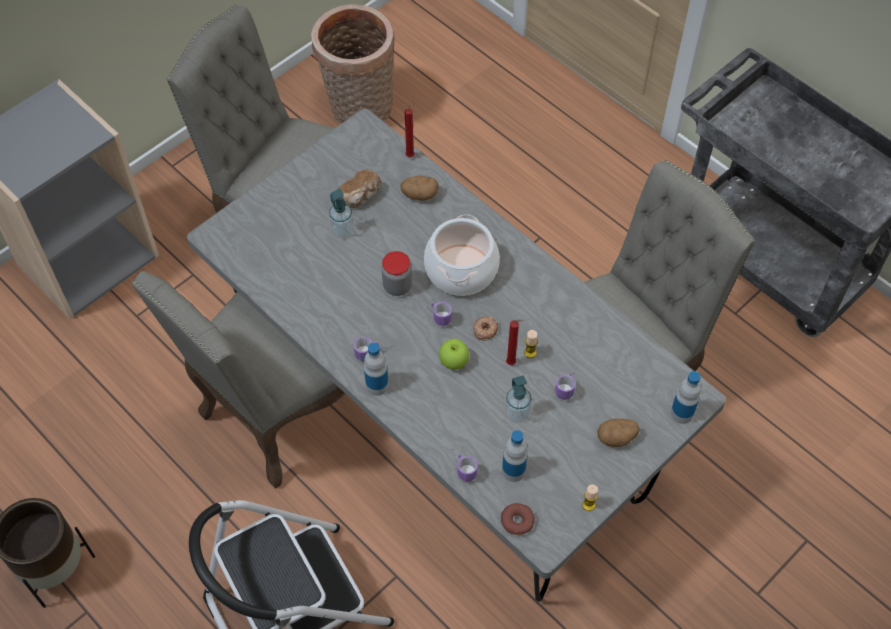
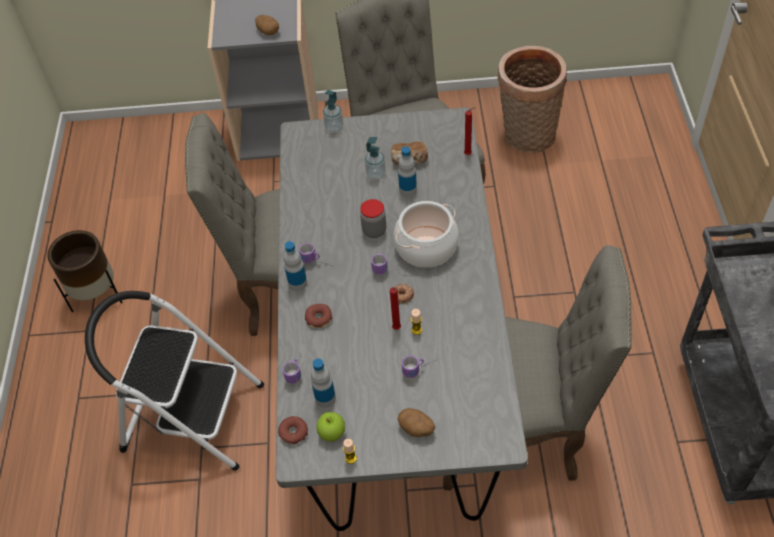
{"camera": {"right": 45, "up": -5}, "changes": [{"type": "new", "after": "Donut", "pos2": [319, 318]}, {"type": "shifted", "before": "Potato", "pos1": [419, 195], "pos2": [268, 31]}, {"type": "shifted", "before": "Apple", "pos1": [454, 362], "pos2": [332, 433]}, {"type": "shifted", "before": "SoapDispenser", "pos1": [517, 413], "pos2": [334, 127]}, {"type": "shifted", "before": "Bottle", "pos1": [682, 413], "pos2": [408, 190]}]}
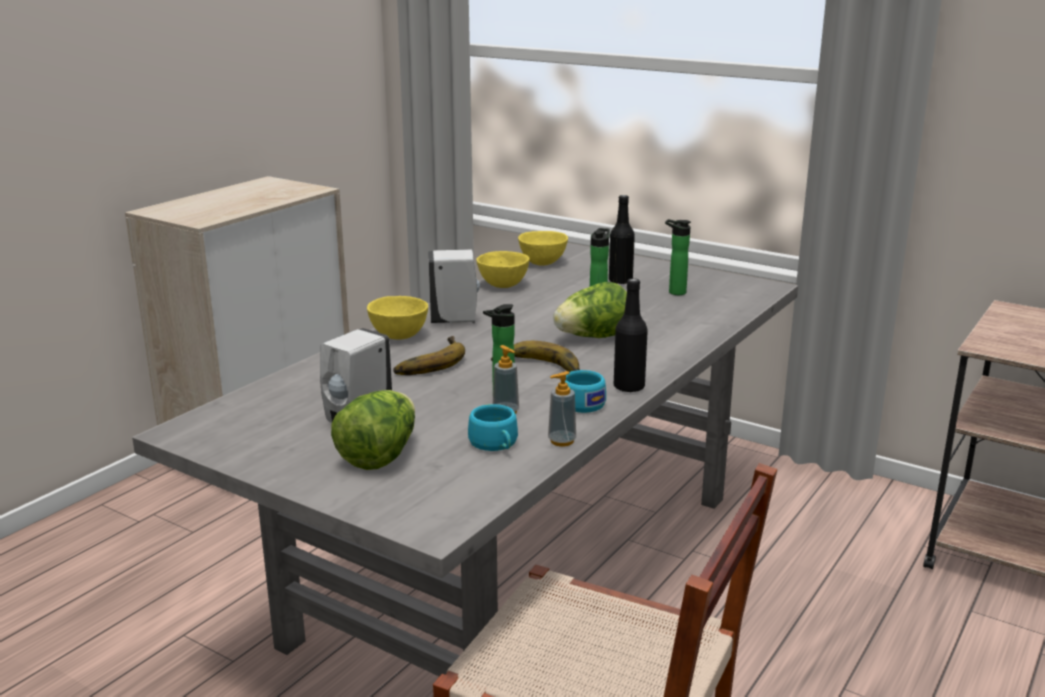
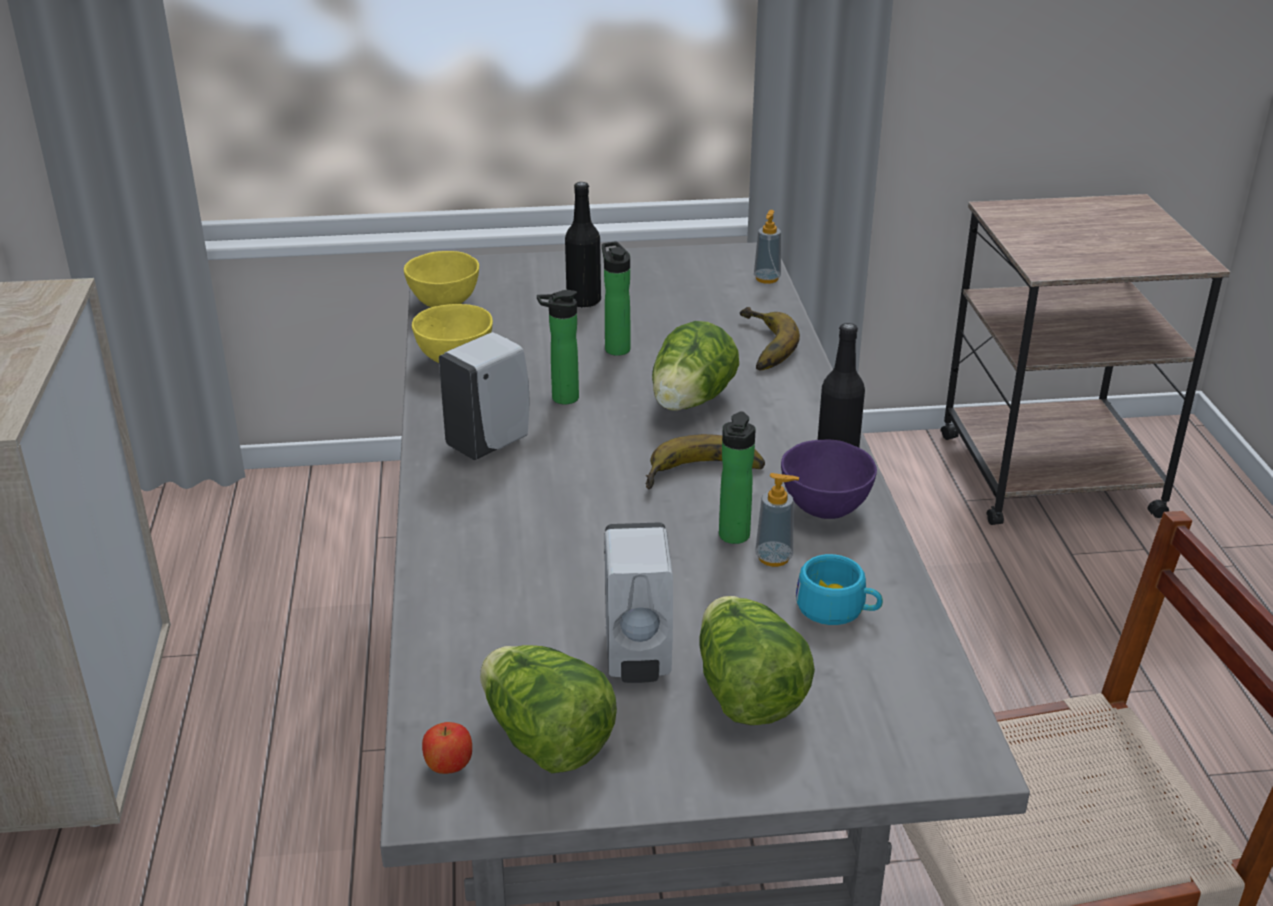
{"camera": {"right": -40, "up": 10}, "changes": [{"type": "gone", "before": "YellowBowl", "pos1": [398, 336]}, {"type": "new", "after": "Apple", "pos2": [448, 767]}, {"type": "new", "after": "Lettuce", "pos2": [545, 740]}, {"type": "shifted", "before": "Banana", "pos1": [427, 362], "pos2": [758, 346]}, {"type": "shifted", "before": "SoapDispenser", "pos1": [561, 441], "pos2": [767, 279]}, {"type": "shifted", "before": "Bottle", "pos1": [674, 292], "pos2": [561, 398]}, {"type": "swapped", "before": "TurquoiseCup", "after": "PurpleBowl", "pos1": [579, 403], "pos2": [825, 507]}]}
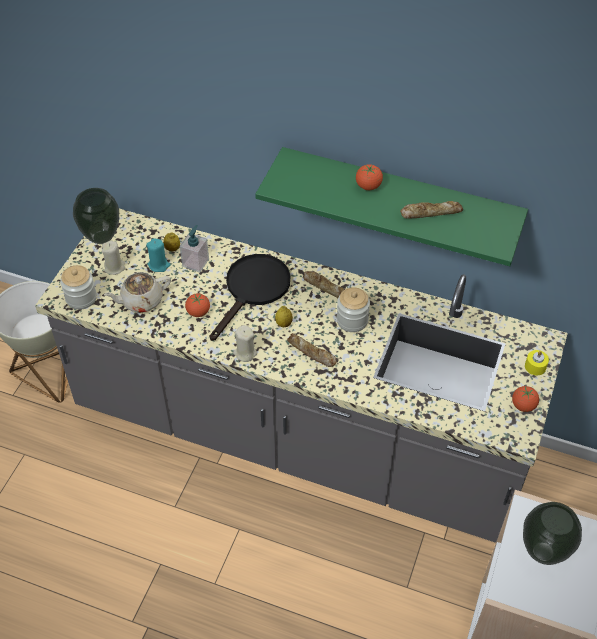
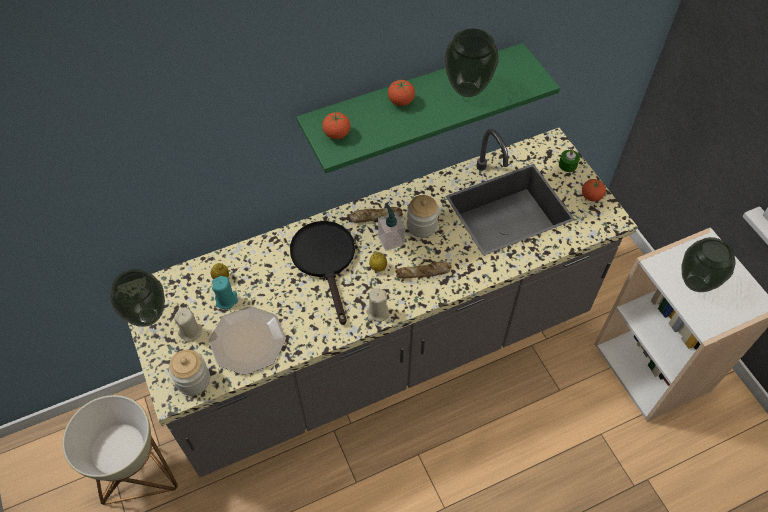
{"camera": {"right": -45, "up": 5}, "changes": [{"type": "shifted", "before": "SoapDispenser", "pos1": [195, 262], "pos2": [391, 240]}, {"type": "shifted", "before": "Tomato", "pos1": [198, 312], "pos2": [337, 134]}, {"type": "swapped", "before": "BeigeTeapot", "after": "Plate", "pos1": [141, 301], "pos2": [247, 340]}, {"type": "swapped", "before": "Bread", "after": "Vase", "pos1": [430, 212], "pos2": [467, 90]}, {"type": "repainted", "before": "YellowCandle", "after": "GreenCandle", "pos1": [535, 366], "pos2": [567, 165]}]}
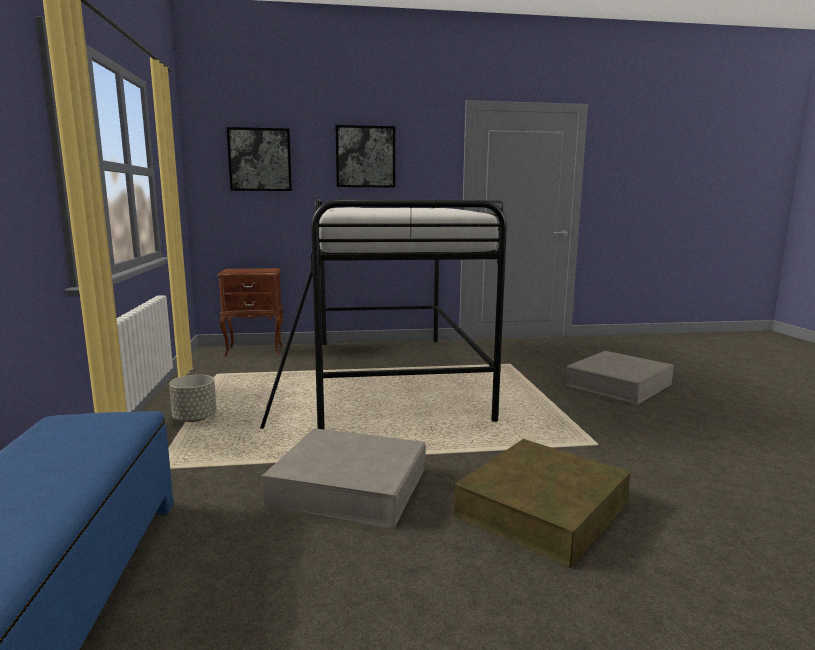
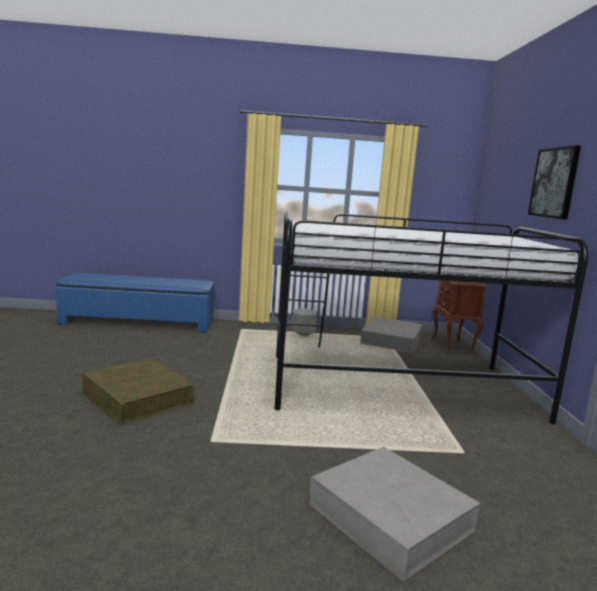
{"camera": {"right": 95, "up": 0}, "changes": [{"type": "gone", "before": "Picture", "pos1": [260, 160]}, {"type": "shifted", "before": "GreyStorageBox", "pos1": [349, 487], "pos2": [391, 340]}]}
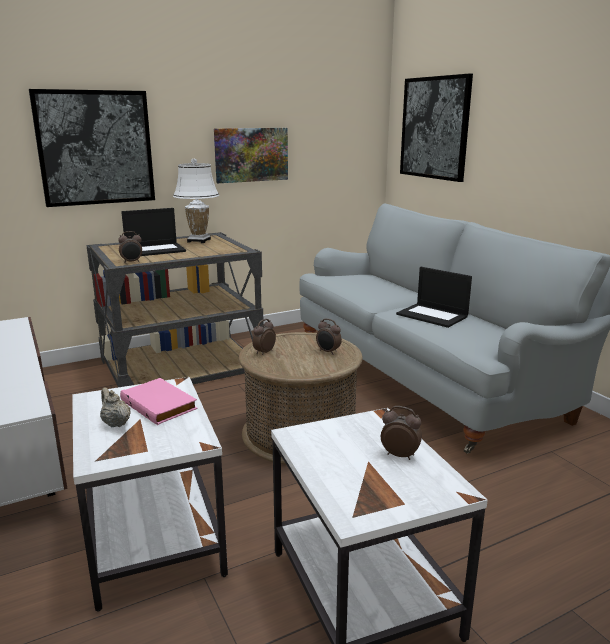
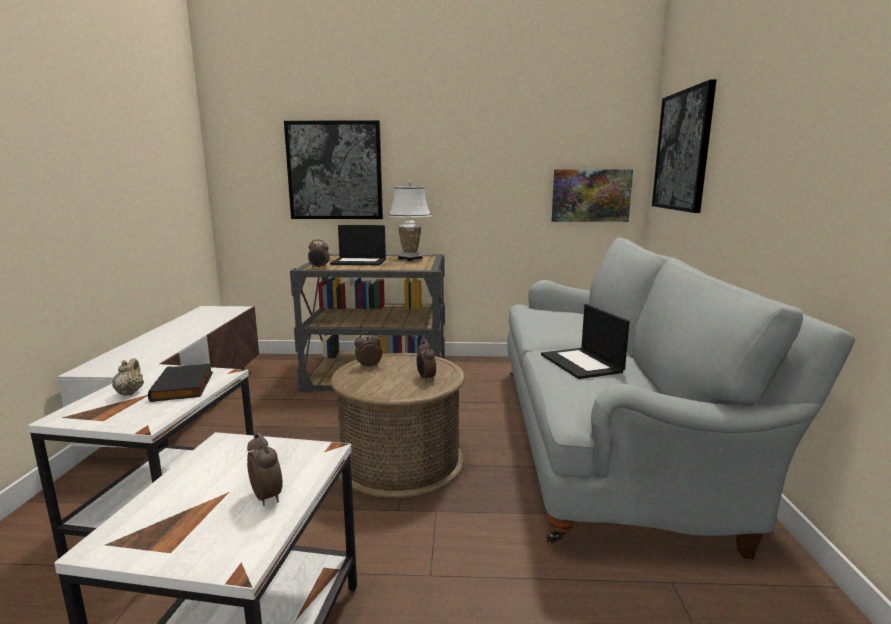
{"camera": {"right": 30, "up": -5}, "changes": [{"type": "shifted", "before": "Picture", "pos1": [251, 154], "pos2": [591, 195]}, {"type": "repainted", "before": "PinkBook", "after": "BlackBook", "pos1": [160, 404], "pos2": [185, 386]}]}
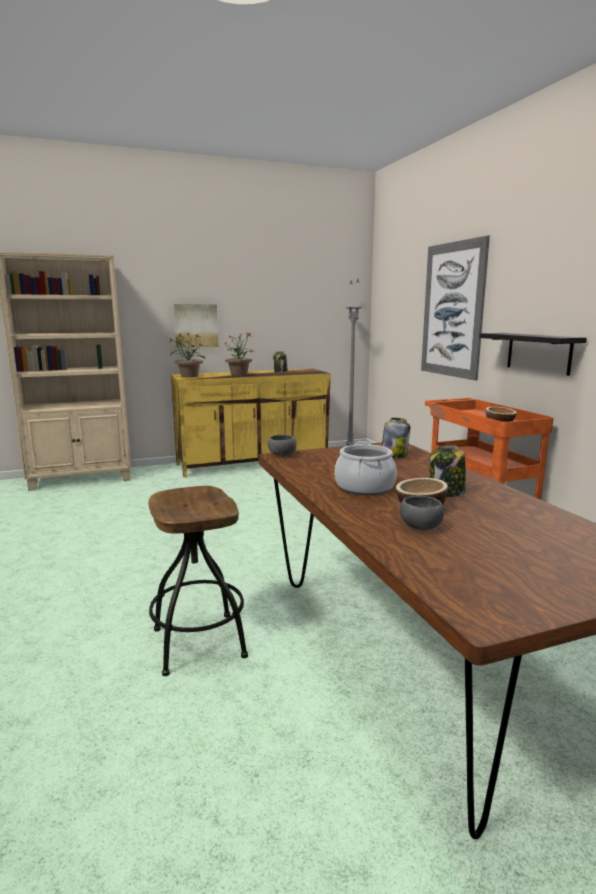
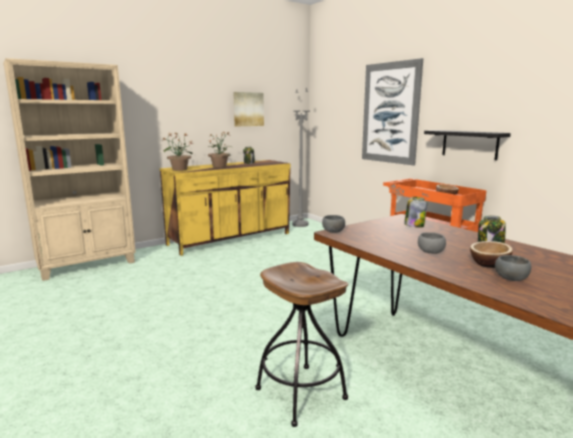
{"camera": {"right": -15, "up": 0}, "changes": [{"type": "shifted", "before": "Picture", "pos1": [196, 325], "pos2": [248, 109]}, {"type": "swapped", "before": "CookingPot", "after": "GreyBowl", "pos1": [364, 487], "pos2": [430, 252]}]}
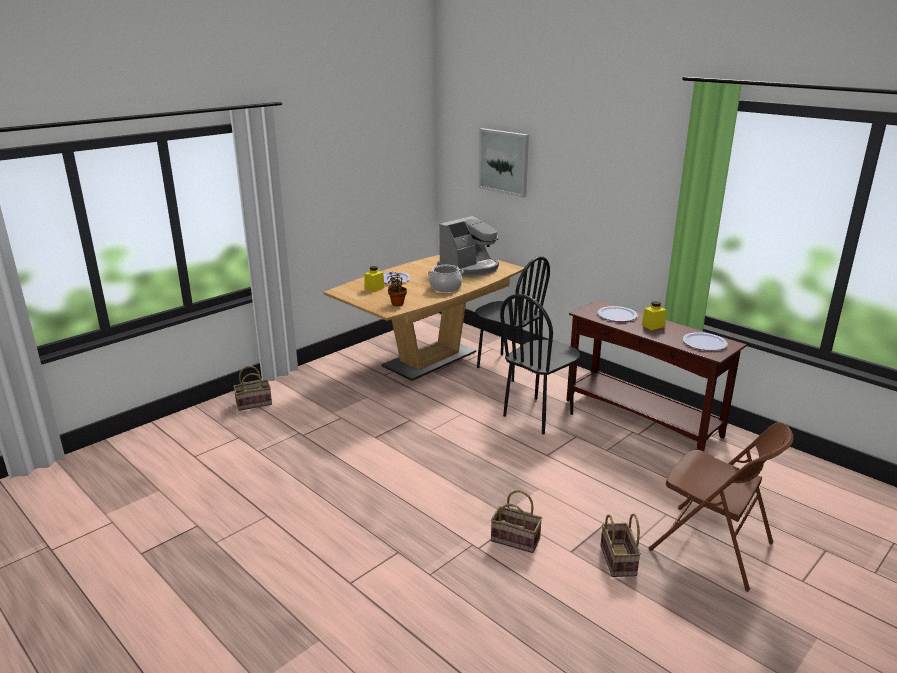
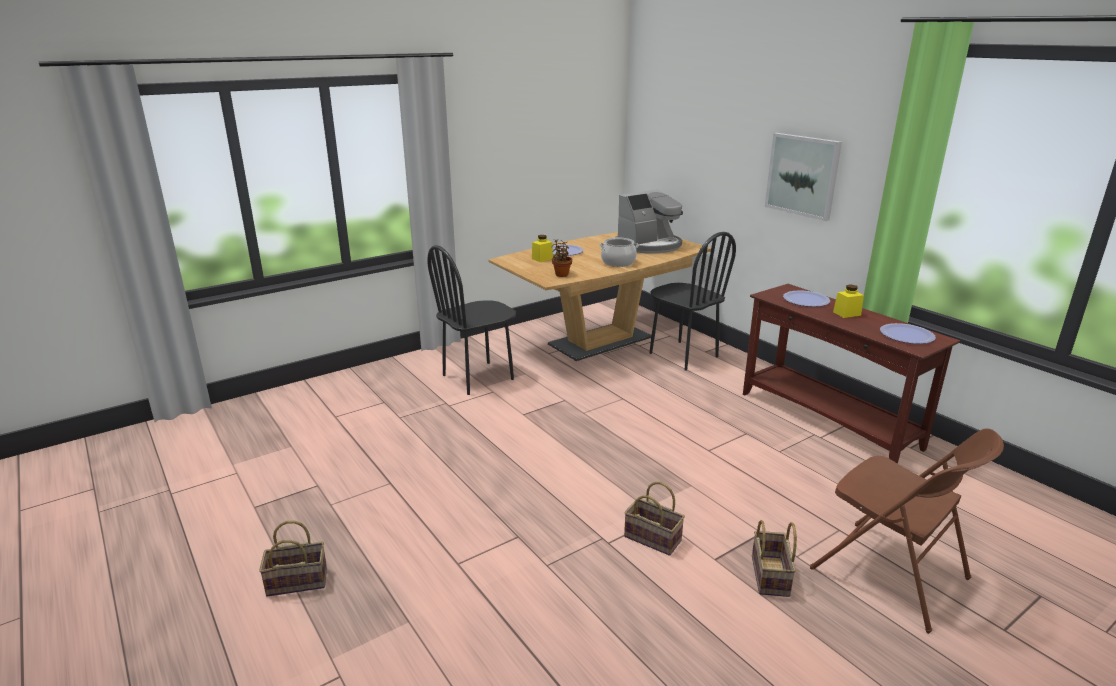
{"camera": {"right": 10, "up": 0}, "changes": [{"type": "shifted", "before": "Basket", "pos1": [254, 403], "pos2": [299, 581]}, {"type": "shifted", "before": "Picture", "pos1": [504, 162], "pos2": [802, 175]}, {"type": "shifted", "before": "BlackChair", "pos1": [538, 415], "pos2": [478, 377]}]}
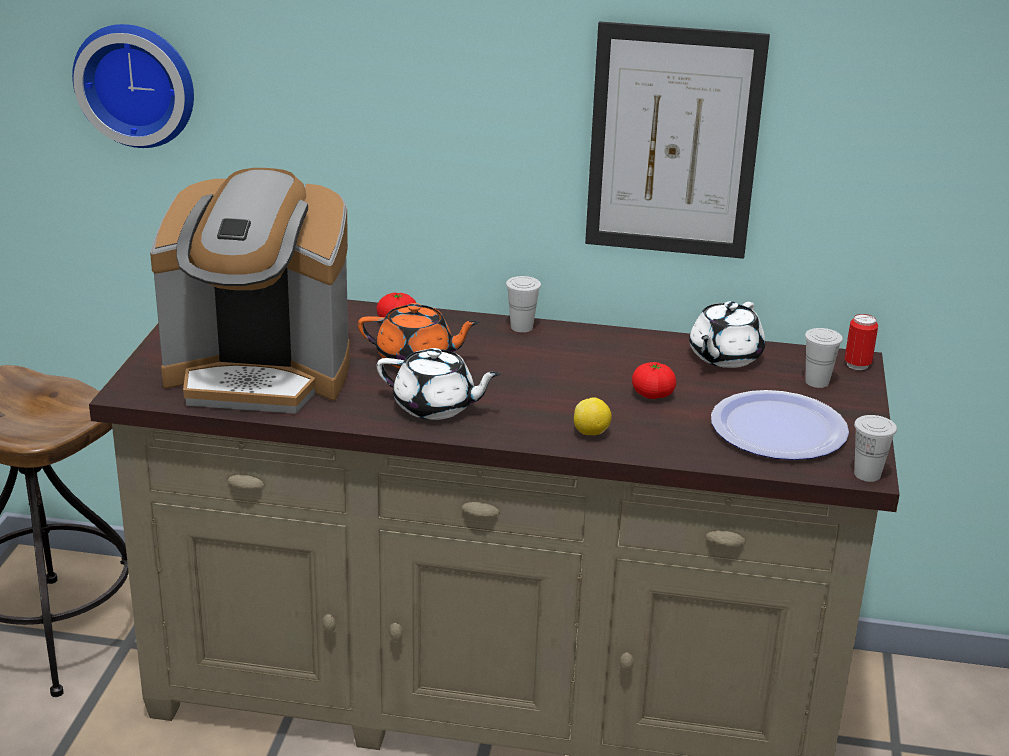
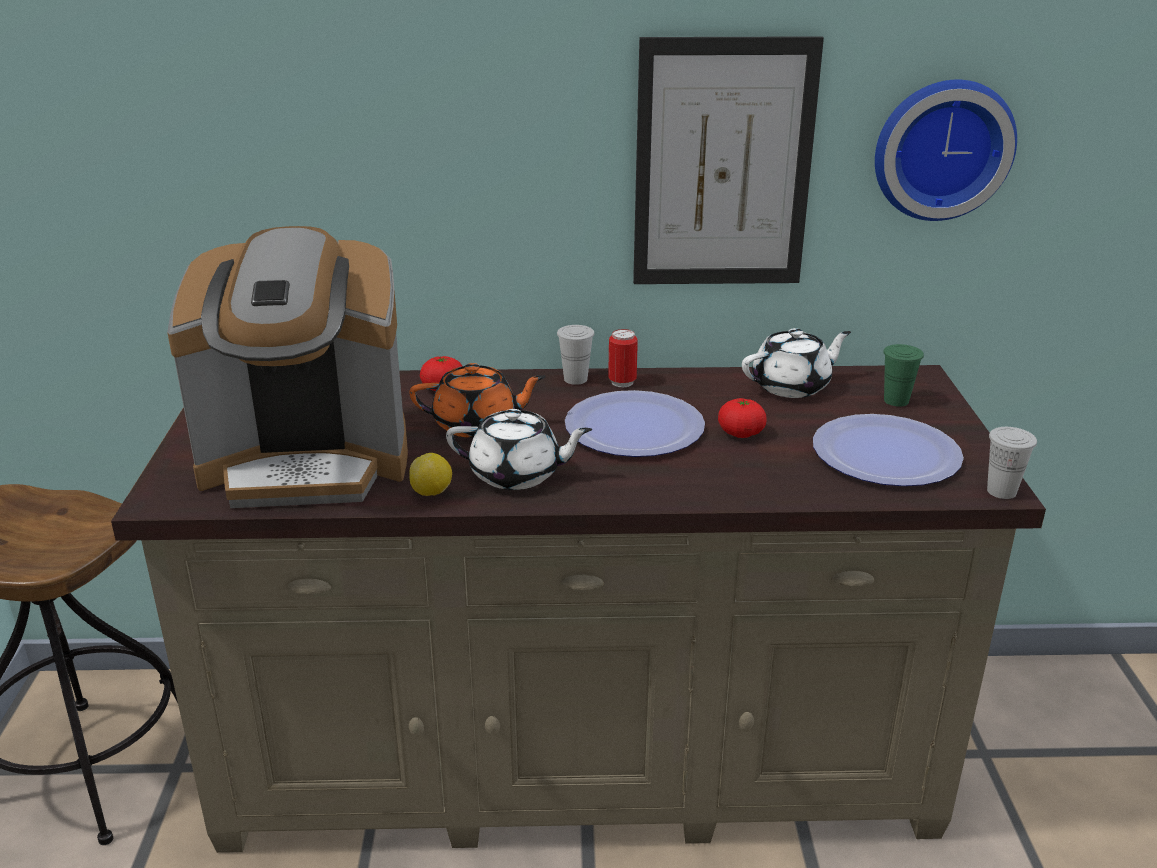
{"camera": {"right": -10, "up": 0}, "changes": [{"type": "new", "after": "Plate", "pos2": [634, 427]}, {"type": "shifted", "before": "WallClock", "pos1": [137, 83], "pos2": [941, 148]}, {"type": "shifted", "before": "Lemon", "pos1": [591, 433], "pos2": [432, 493]}, {"type": "shifted", "before": "Can", "pos1": [857, 365], "pos2": [622, 382]}, {"type": "repainted", "before": "WhiteCup", "after": "GreenCup", "pos1": [817, 382], "pos2": [896, 401]}, {"type": "rotated", "before": "WhiteTeapot", "pos1": [724, 357], "pos2": [792, 386], "turn": -135}]}
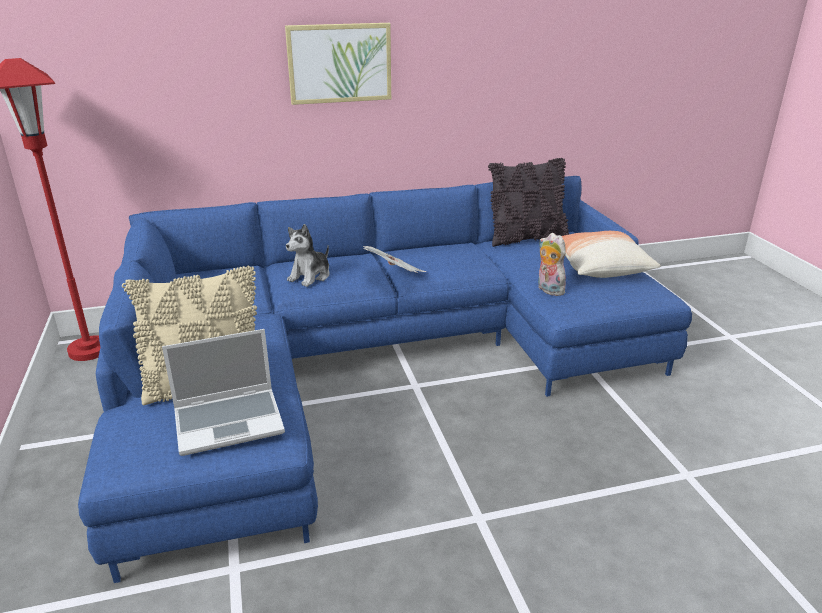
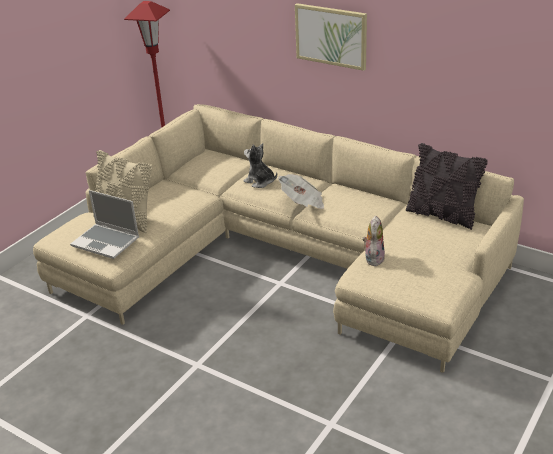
{"camera": {"right": 50, "up": 5}, "changes": [{"type": "gone", "before": "Pillow", "pos1": [599, 267]}, {"type": "repainted", "before": "BlueSofa", "after": "BeigeSofa", "pos1": [374, 363], "pos2": [281, 257]}, {"type": "rotated", "before": "PlushToy", "pos1": [310, 276], "pos2": [260, 182], "turn": 45}]}
